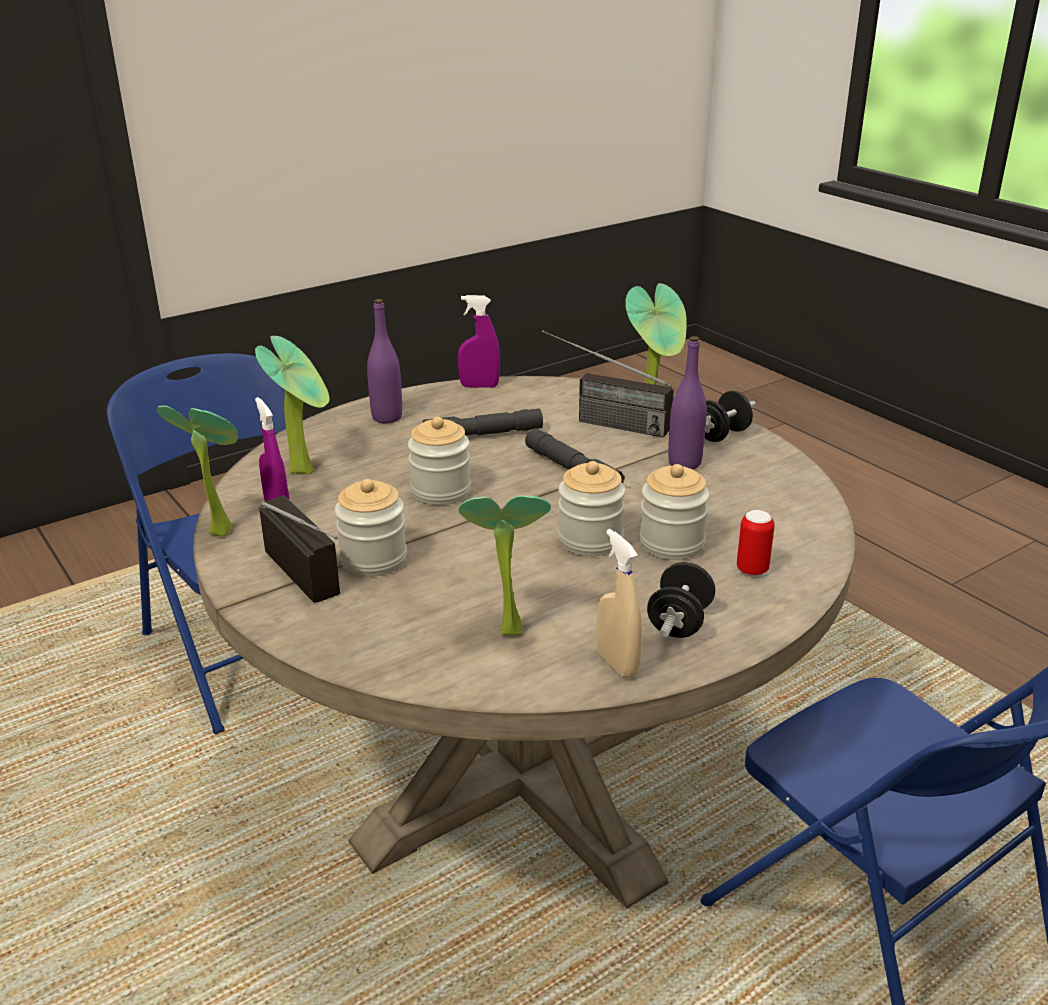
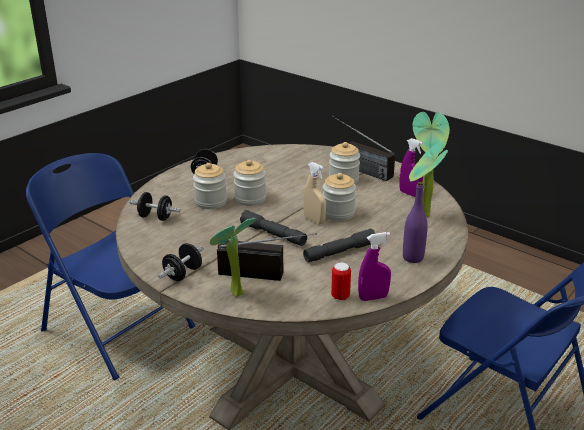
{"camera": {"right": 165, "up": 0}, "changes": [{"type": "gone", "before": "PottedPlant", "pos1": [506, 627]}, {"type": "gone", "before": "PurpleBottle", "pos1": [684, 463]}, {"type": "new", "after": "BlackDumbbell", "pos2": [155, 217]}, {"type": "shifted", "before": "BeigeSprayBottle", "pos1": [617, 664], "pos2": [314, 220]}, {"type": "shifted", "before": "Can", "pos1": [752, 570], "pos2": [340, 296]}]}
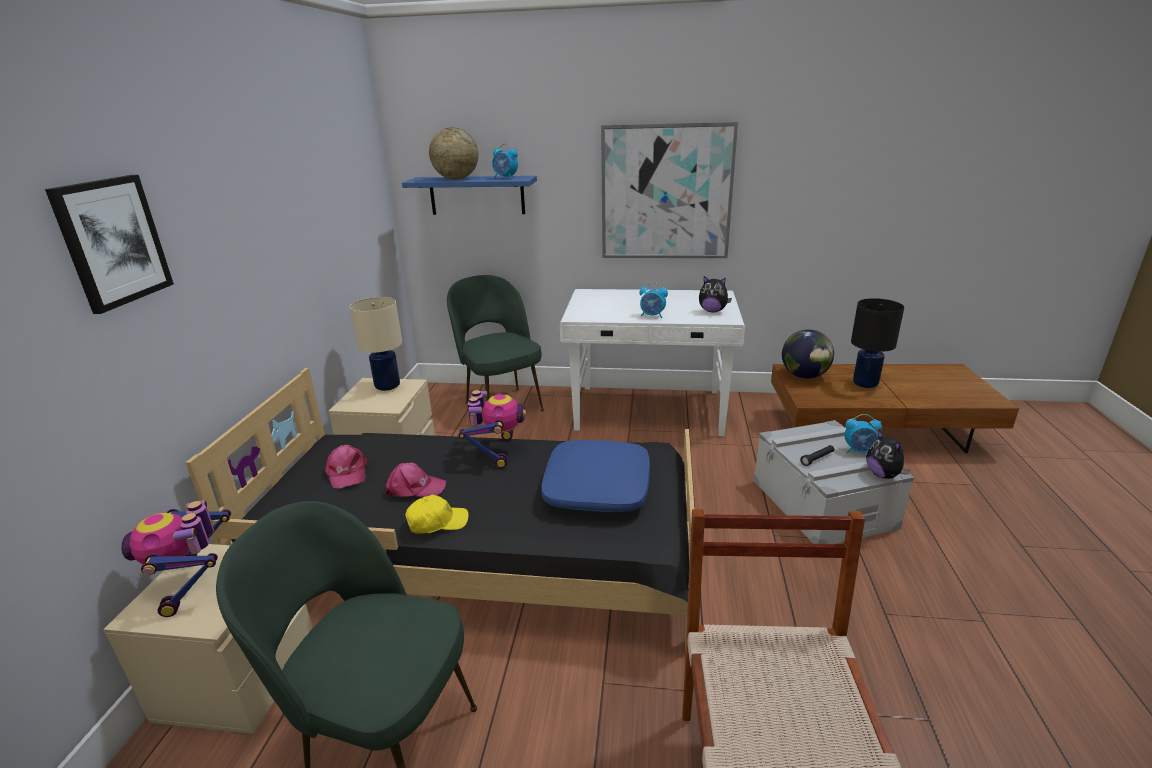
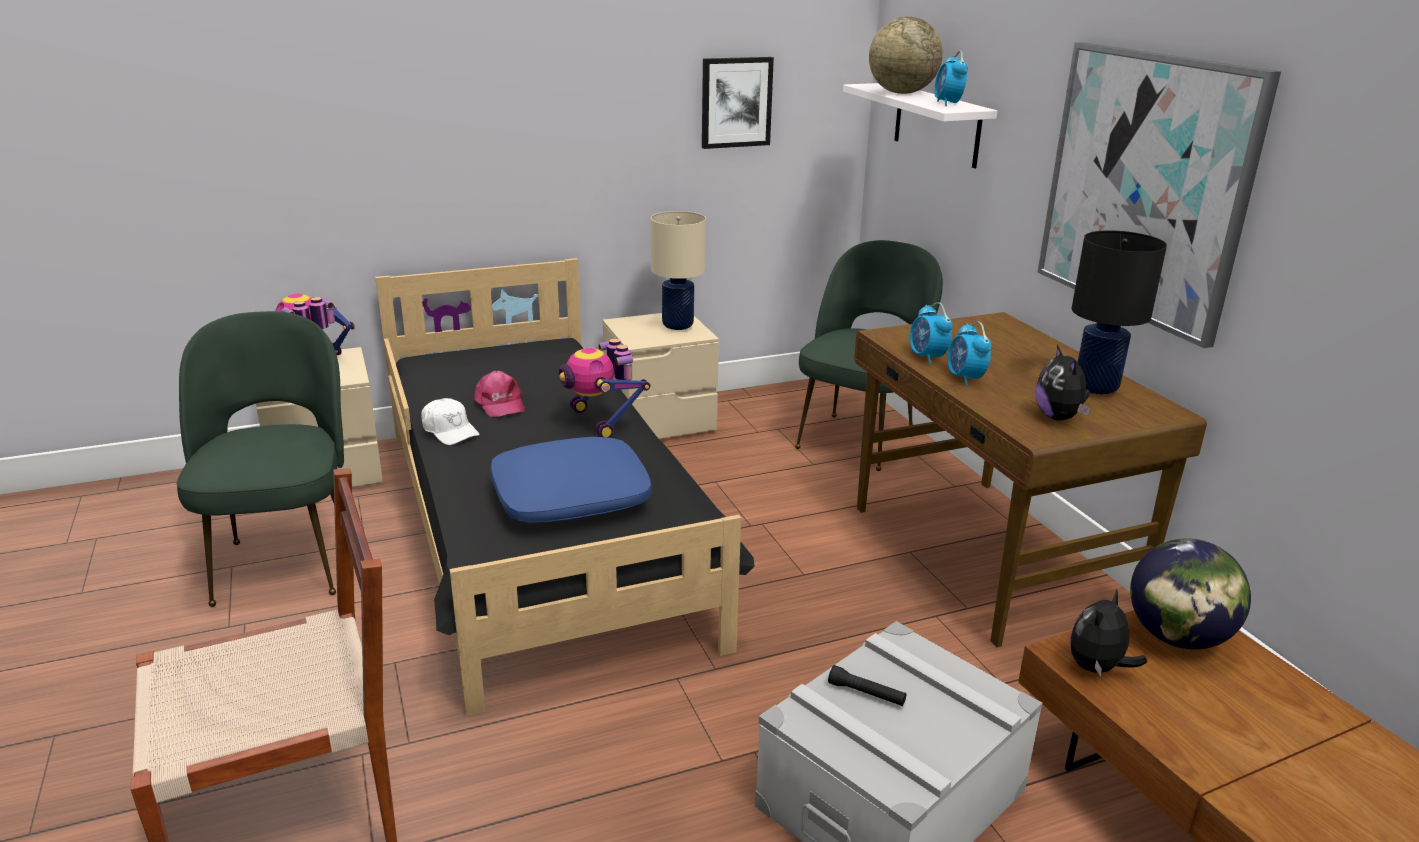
{"camera": {"right": 60, "up": 0}, "changes": [{"type": "gone", "before": "PinkCap", "pos1": [347, 472]}, {"type": "shifted", "before": "Picture", "pos1": [112, 242], "pos2": [736, 102]}, {"type": "shifted", "before": "AlarmClock", "pos1": [859, 451], "pos2": [927, 357]}, {"type": "shifted", "before": "BlackTableLamp", "pos1": [865, 384], "pos2": [1096, 389]}, {"type": "shifted", "before": "PlushToy", "pos1": [883, 475], "pos2": [1097, 668]}, {"type": "repainted", "before": "BlueShelf", "after": "WhiteShelf", "pos1": [477, 195], "pos2": [936, 124]}, {"type": "repainted", "before": "YellowCap", "after": "WhiteCap", "pos1": [437, 522], "pos2": [450, 431]}, {"type": "repainted", "before": "WhiteDesk", "after": "BrownDesk", "pos1": [650, 411], "pos2": [988, 556]}, {"type": "rotated", "before": "ToyRobot", "pos1": [496, 451], "pos2": [601, 421], "turn": 90}]}
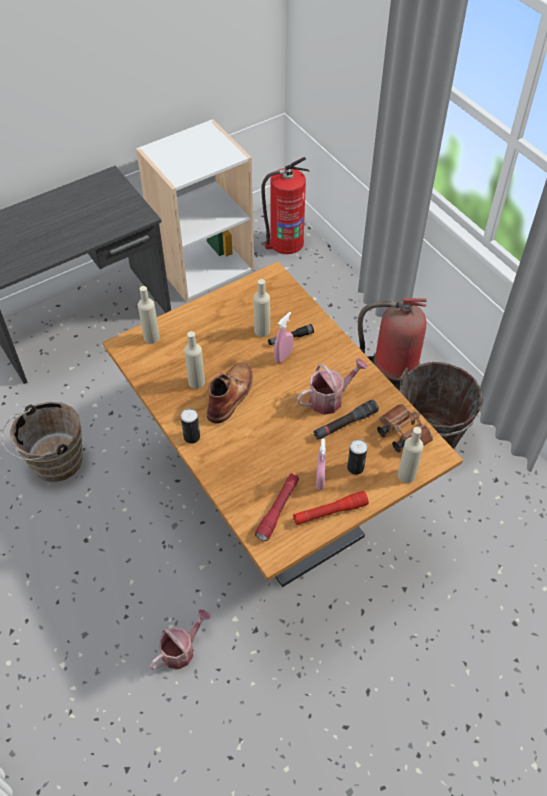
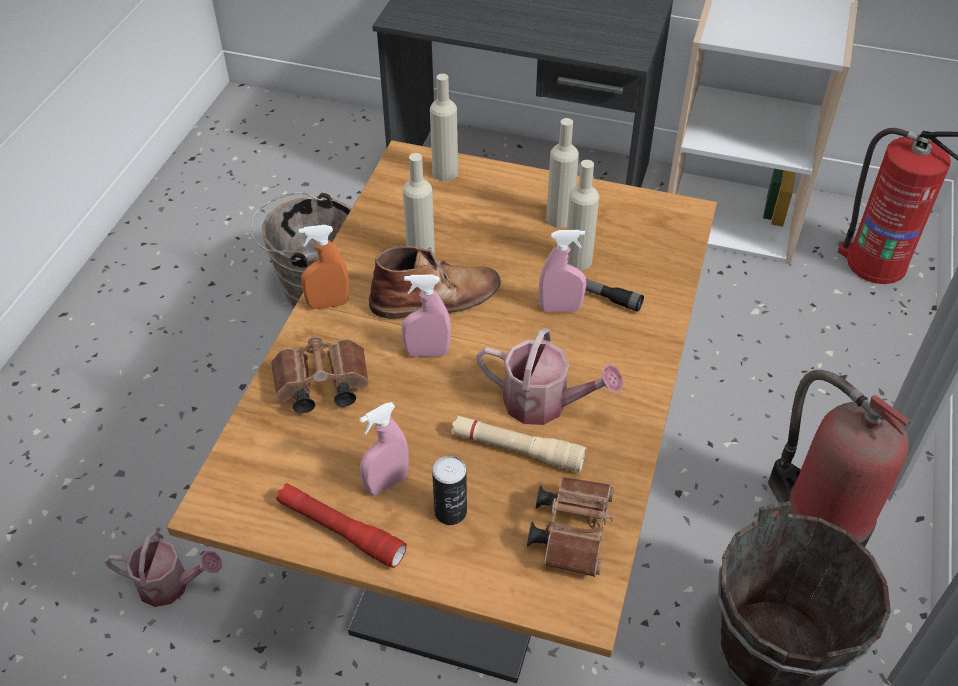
{"camera": {"right": 50, "up": -5}, "changes": [{"type": "gone", "before": "RedFlashlight", "pos1": [278, 509]}, {"type": "new", "after": "BrownBinoculars", "pos2": [319, 387]}, {"type": "new", "after": "PinkSprayBottle", "pos2": [427, 353]}, {"type": "shifted", "before": "BeigeBottle", "pos1": [406, 475], "pos2": [559, 218]}, {"type": "swapped", "before": "Can", "after": "OrangeSprayBottle", "pos1": [192, 437], "pos2": [328, 304]}, {"type": "repainted", "before": "BlackFlashlight", "after": "BeigeFlashlight", "pos1": [345, 424], "pos2": [517, 449]}]}
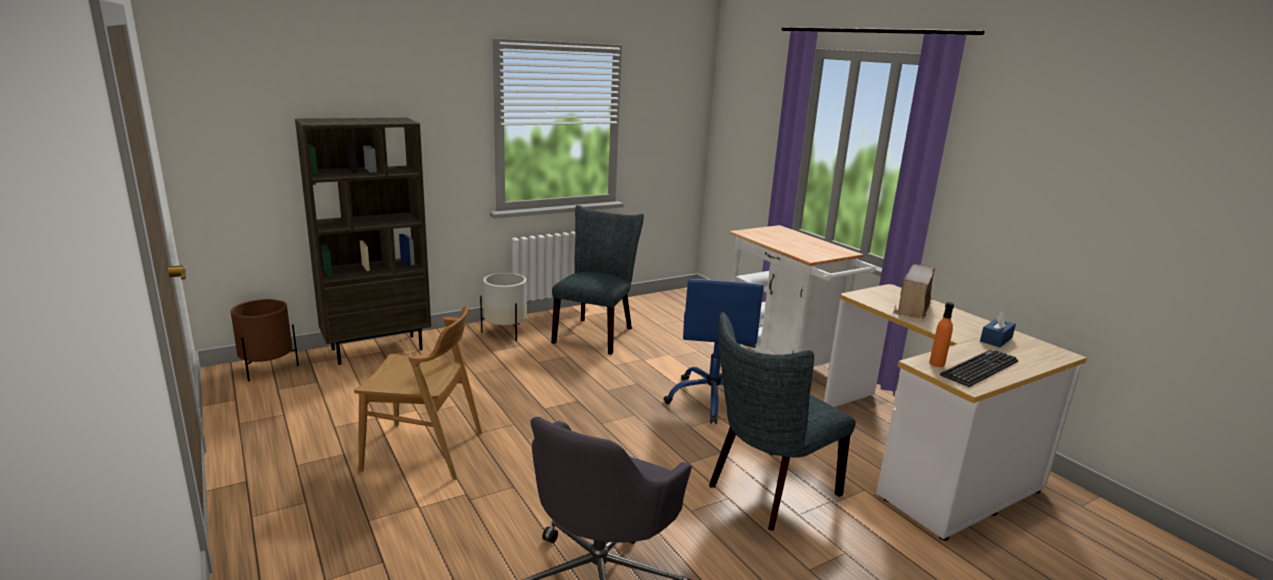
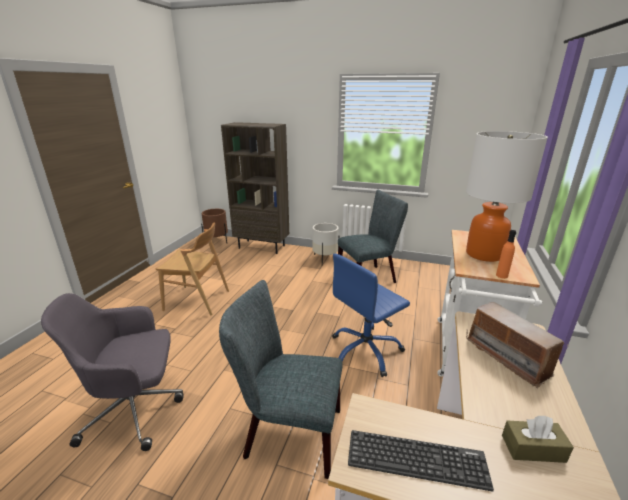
{"camera": {"right": 50, "up": 5}, "changes": [{"type": "new", "after": "TableLamp", "pos2": [484, 254]}, {"type": "shifted", "before": "OrangeBottle", "pos1": [937, 364], "pos2": [501, 275]}, {"type": "repainted", "before": "BlueTissueBox", "after": "BrownTissueBox", "pos1": [996, 339], "pos2": [533, 448]}, {"type": "rotated", "before": "BrownChair", "pos1": [424, 451], "pos2": [197, 300], "turn": -45}, {"type": "rotated", "before": "Radio", "pos1": [913, 307], "pos2": [507, 357], "turn": 75}]}
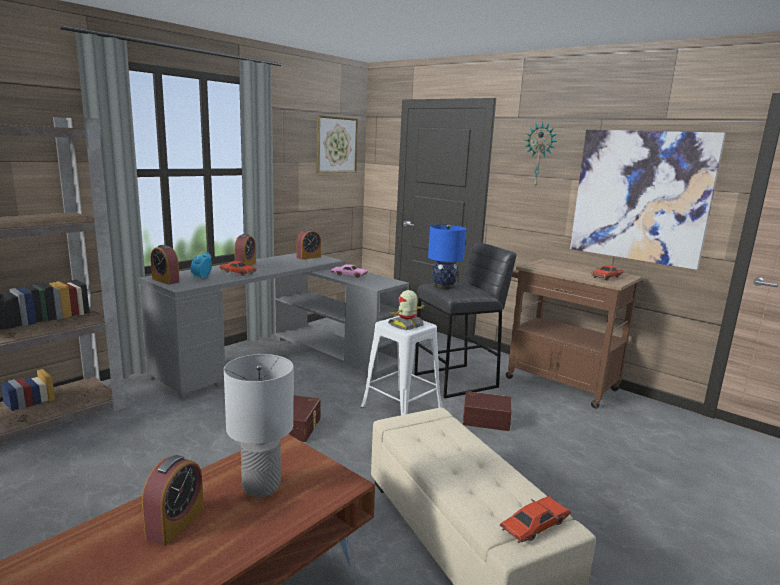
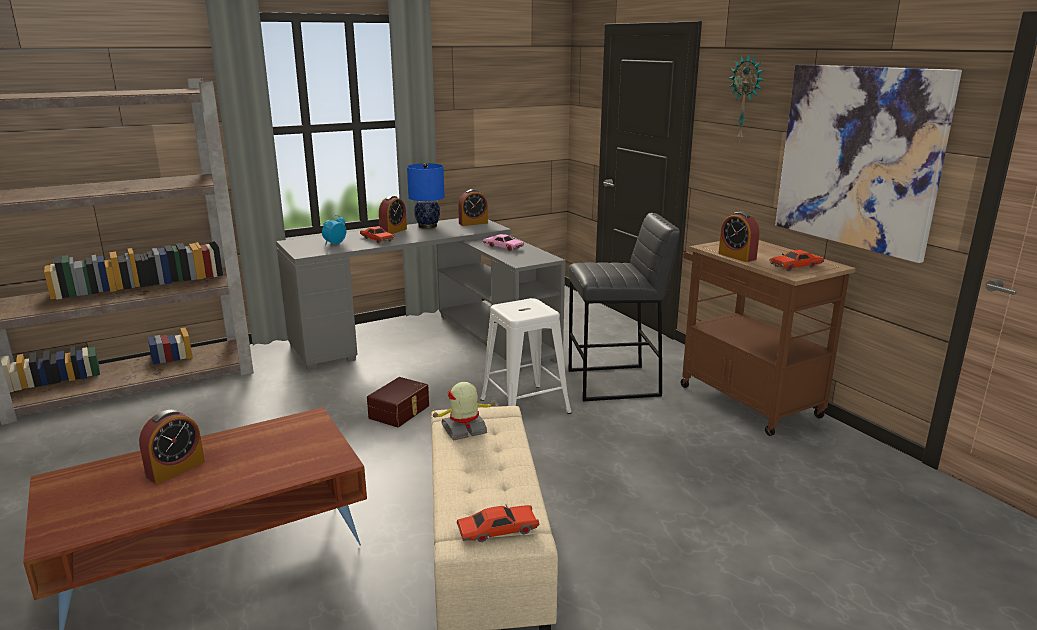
{"camera": {"right": 20, "up": 5}, "changes": [{"type": "gone", "before": "GreyTableLamp", "pos1": [261, 489]}, {"type": "gone", "before": "Picture", "pos1": [336, 145]}, {"type": "gone", "before": "BrownStorageBox", "pos1": [486, 419]}, {"type": "shifted", "before": "AlarmClock", "pos1": [165, 280], "pos2": [737, 256]}, {"type": "shifted", "before": "ToyRobot", "pos1": [406, 325], "pos2": [464, 430]}, {"type": "shifted", "before": "BlueTableLamp", "pos1": [443, 286], "pos2": [428, 226]}]}
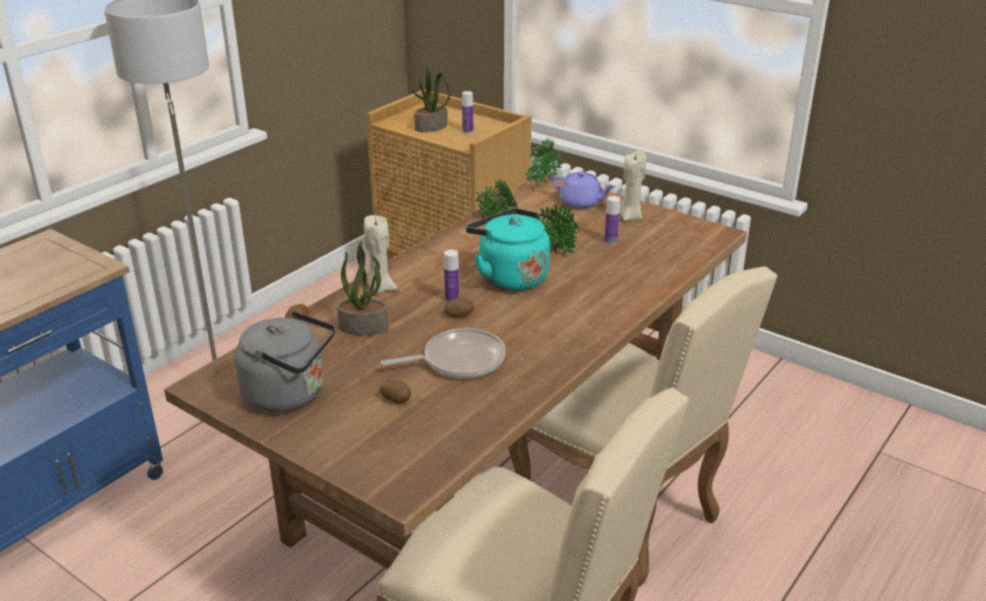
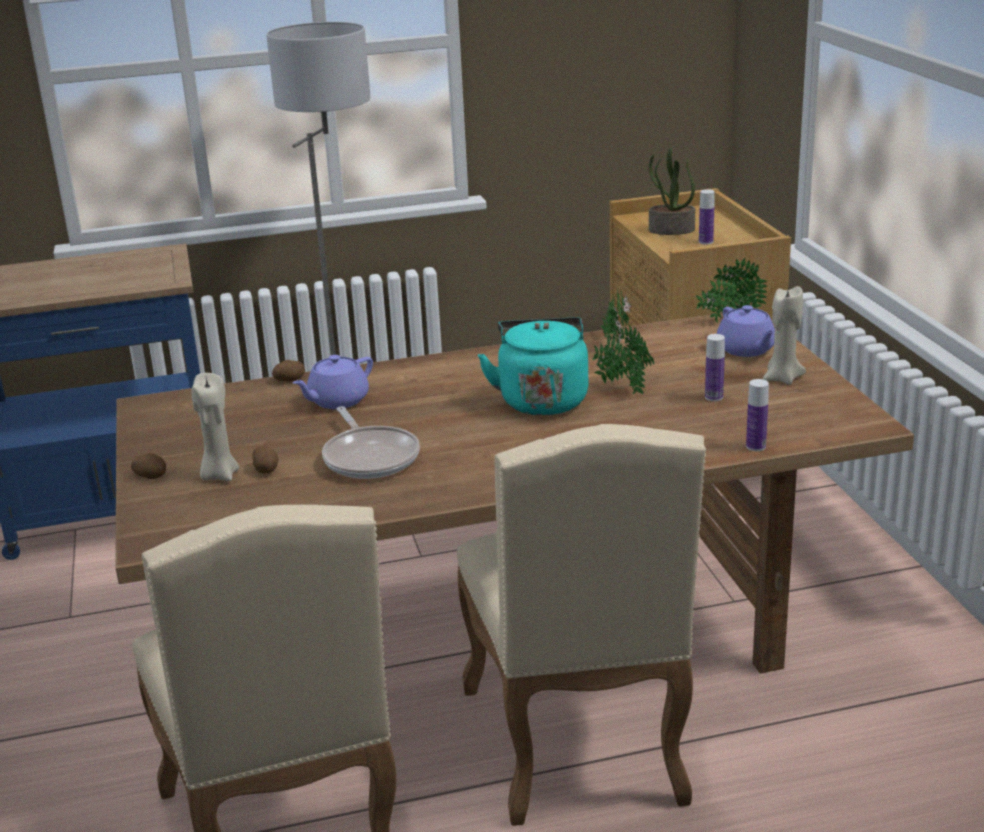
{"camera": {"right": 40, "up": -5}, "changes": [{"type": "gone", "before": "GreyKettle", "pos1": [290, 394]}, {"type": "shifted", "before": "BeigeCandle", "pos1": [379, 289], "pos2": [219, 475]}, {"type": "shifted", "before": "Bottle", "pos1": [452, 299], "pos2": [756, 446]}, {"type": "shifted", "before": "Potato", "pos1": [459, 314], "pos2": [151, 475]}, {"type": "swapped", "before": "PottedPlant", "after": "PurpleTeapot", "pos1": [364, 326], "pos2": [337, 401]}, {"type": "rotated", "before": "FryingPan", "pos1": [458, 360], "pos2": [370, 457], "turn": 45}]}
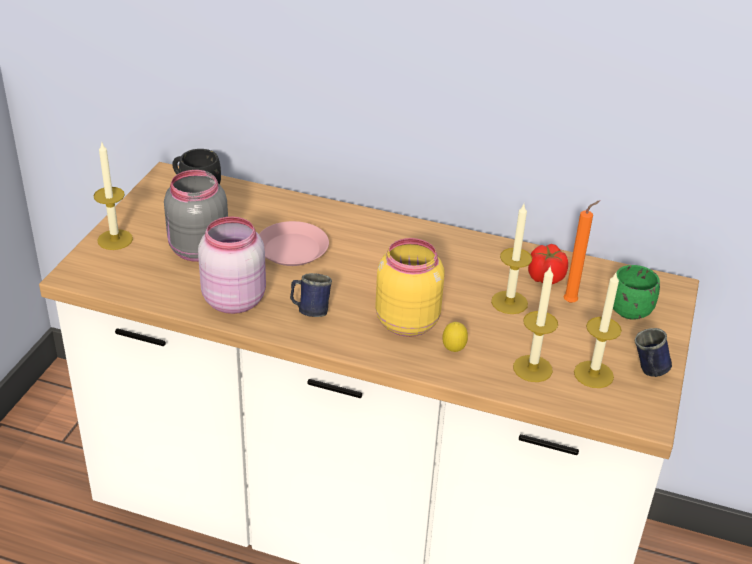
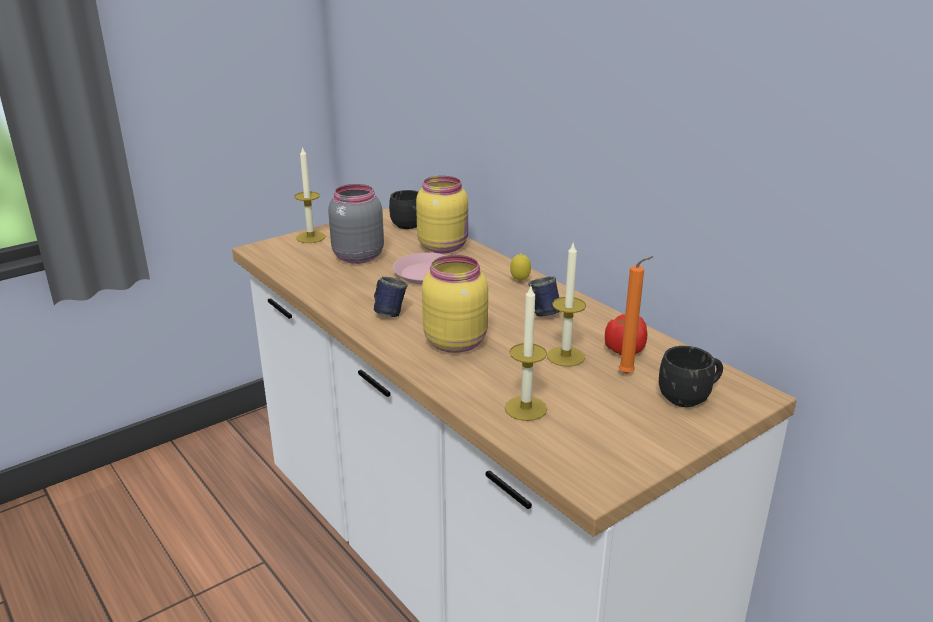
{"camera": {"right": 35, "up": -10}, "changes": [{"type": "gone", "before": "PinkJar", "pos1": [233, 299]}, {"type": "gone", "before": "Candle", "pos1": [593, 374]}, {"type": "new", "after": "YellowJar", "pos2": [444, 246]}, {"type": "shifted", "before": "Lemon", "pos1": [453, 350], "pos2": [520, 281]}, {"type": "shifted", "before": "BlueMug", "pos1": [648, 372], "pos2": [541, 315]}, {"type": "repainted", "before": "GreenMug", "after": "BlackMug", "pos1": [633, 307], "pos2": [689, 397]}]}
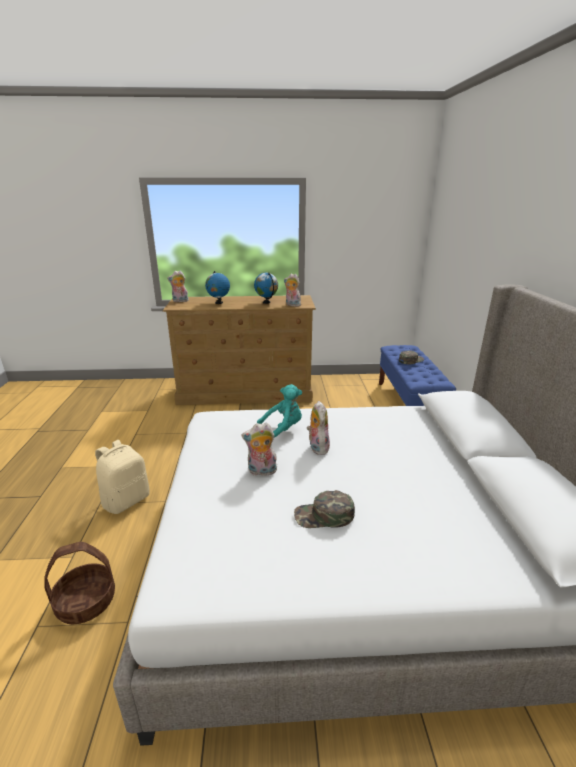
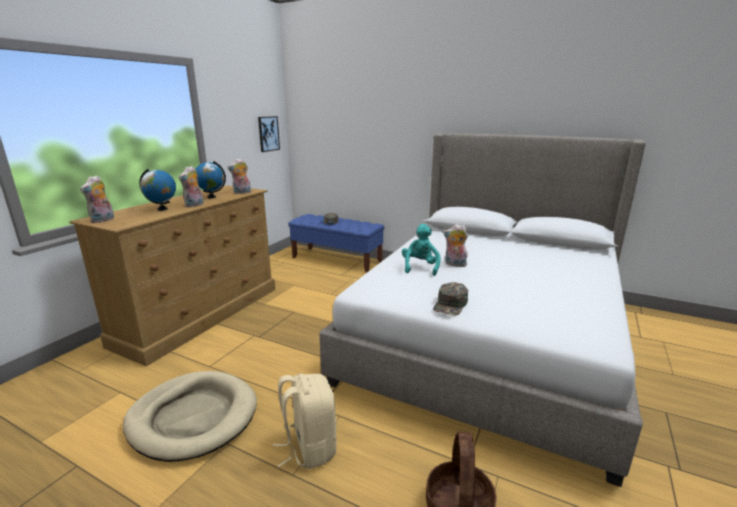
{"camera": {"right": -60, "up": -5}, "changes": [{"type": "new", "after": "BeigeDogBed", "pos2": [193, 417]}, {"type": "new", "after": "Picture", "pos2": [268, 133]}, {"type": "shifted", "before": "PlushToy", "pos1": [261, 471], "pos2": [194, 205]}, {"type": "shifted", "before": "GreenCap", "pos1": [324, 516], "pos2": [451, 304]}]}
